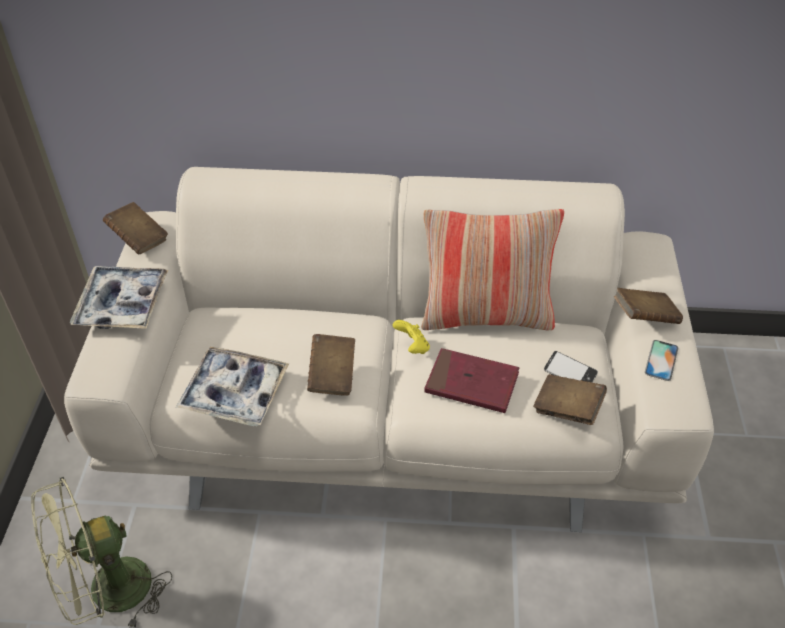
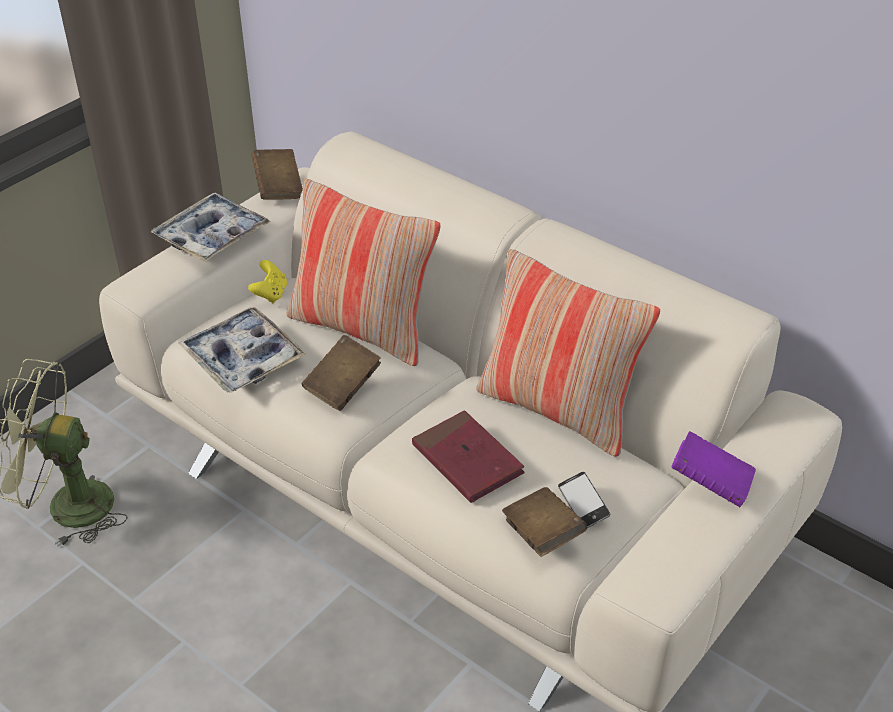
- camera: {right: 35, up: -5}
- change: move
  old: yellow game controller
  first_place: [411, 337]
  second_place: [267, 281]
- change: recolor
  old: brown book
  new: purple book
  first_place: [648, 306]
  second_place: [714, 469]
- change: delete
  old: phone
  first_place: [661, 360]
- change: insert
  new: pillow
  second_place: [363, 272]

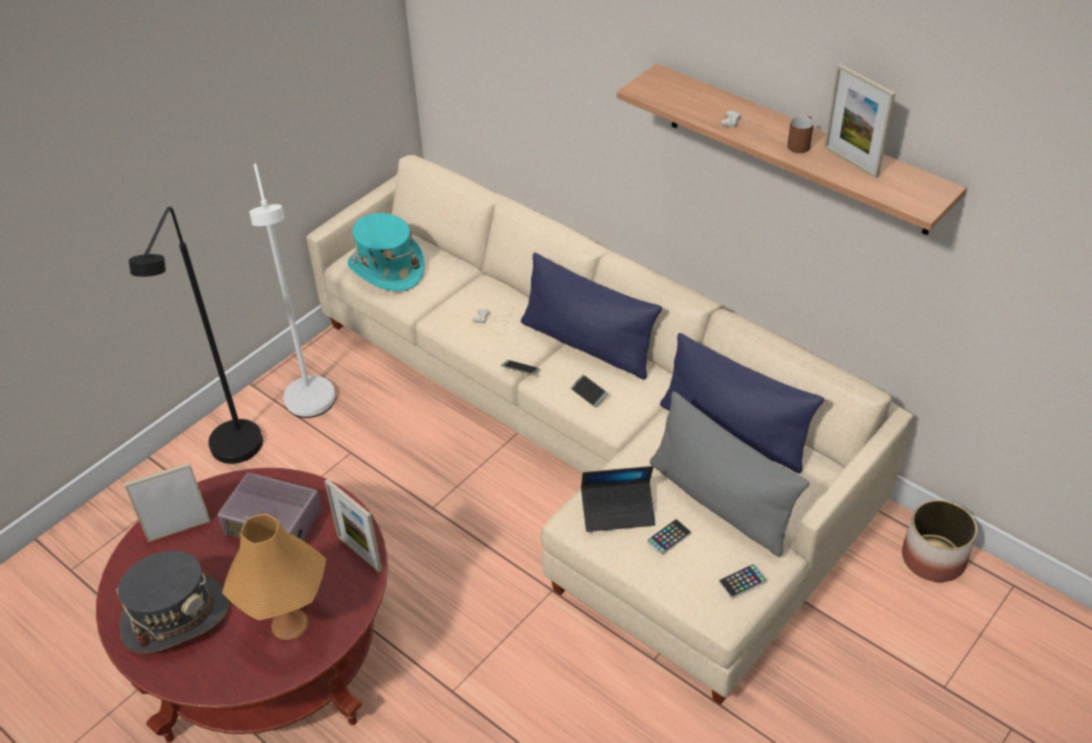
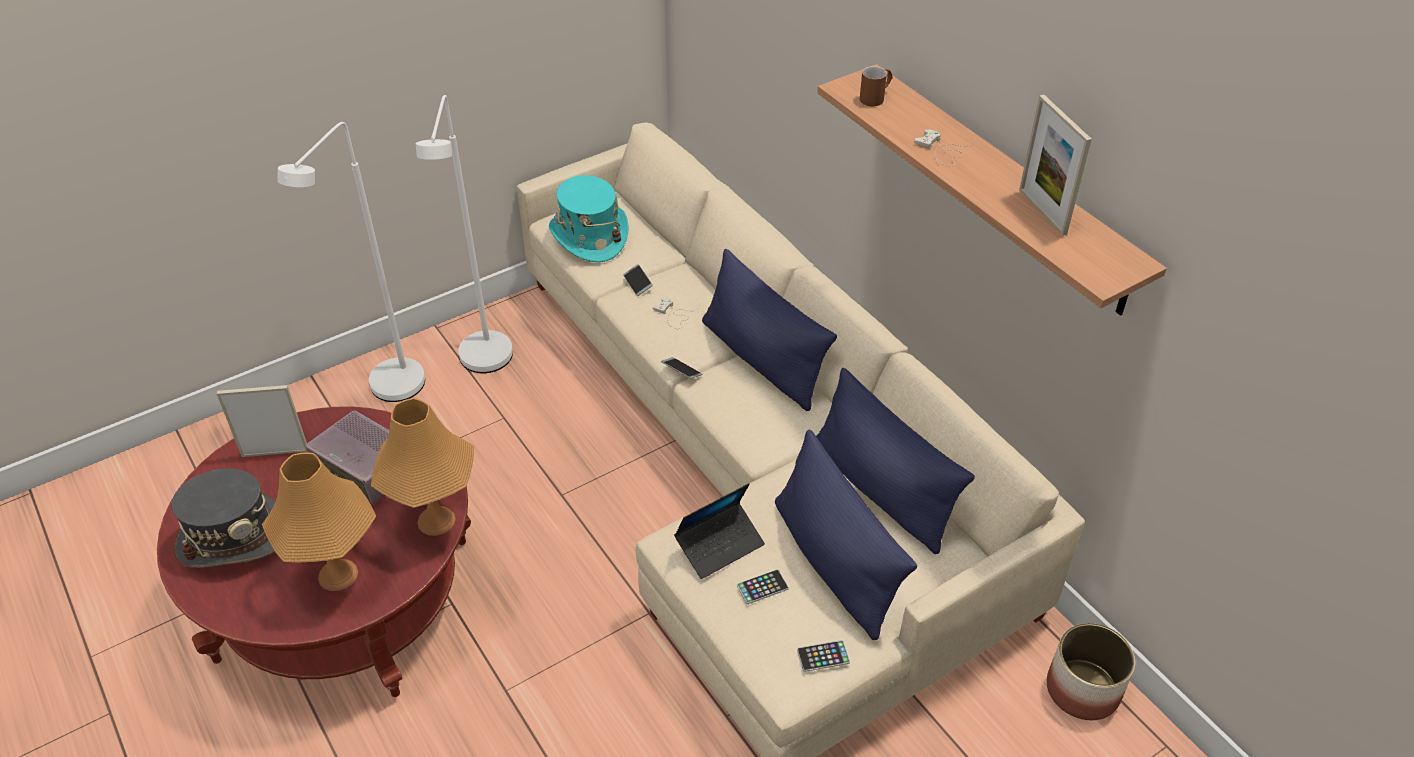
- camera: {right: 15, up: 0}
- change: recolor
  old: black floor lamp
  new: white floor lamp
  first_place: [196, 335]
  second_place: [351, 262]
- change: replace
  old: picture frame
  new: orange table lamp
  first_place: [353, 526]
  second_place: [422, 467]
- change: move
  old: phone
  first_place: [589, 390]
  second_place: [638, 280]
- change: rotate
  old: laptop
  first_place: [618, 499]
  second_place: [719, 531]
  degrees: -45
- change: recolor
  old: grey pillow
  new: blue pillow
  first_place: [730, 474]
  second_place: [846, 535]
- change: move
  old: brown mug
  first_place: [800, 134]
  second_place: [876, 86]

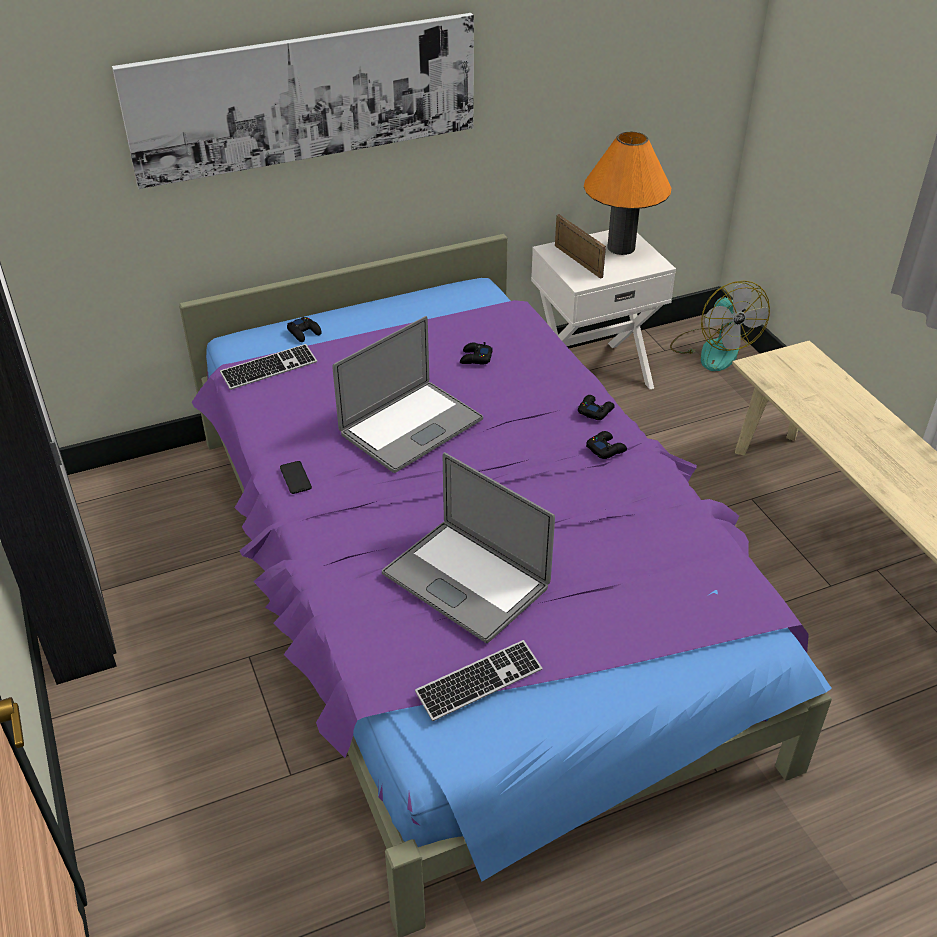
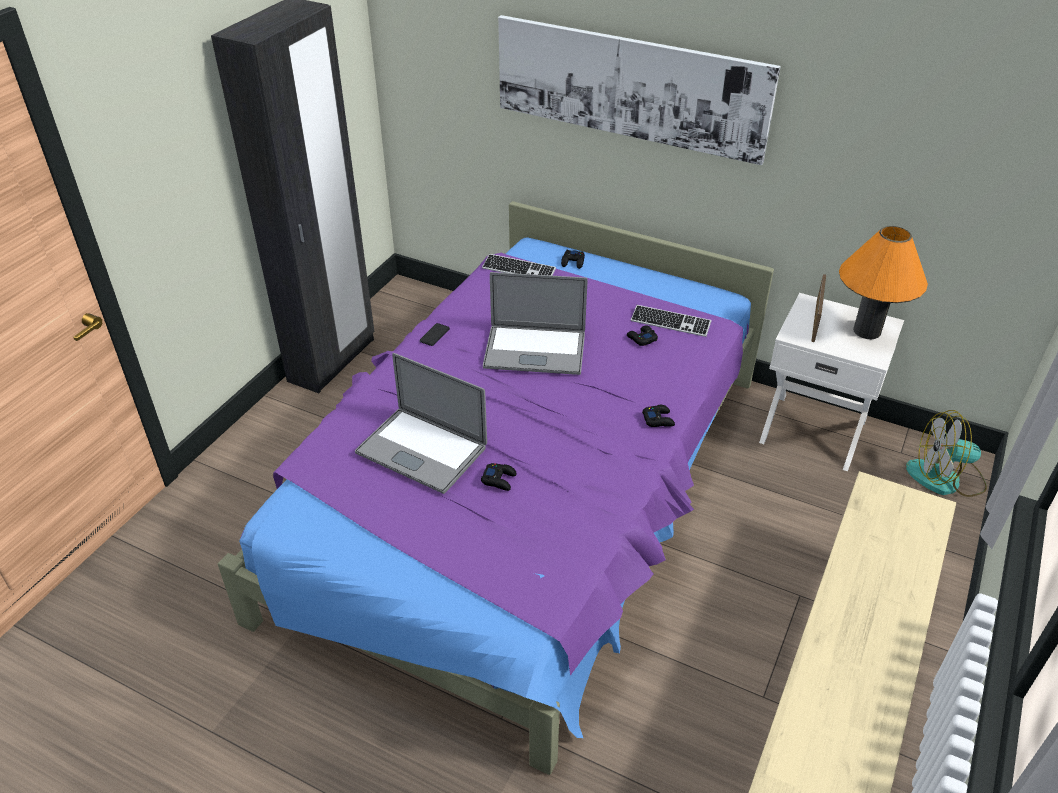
- camera: {right: 50, up: 0}
- change: rotate
  old: laptop
  first_place: [468, 547]
  second_place: [421, 423]
  degrees: -60
- change: move
  old: keyboard
  first_place: [478, 680]
  second_place: [671, 321]
- change: move
  old: black game controller
  first_place: [606, 445]
  second_place: [499, 477]
- change: rotate
  old: fan
  first_place: [720, 326]
  second_place: [946, 453]
  degrees: 60

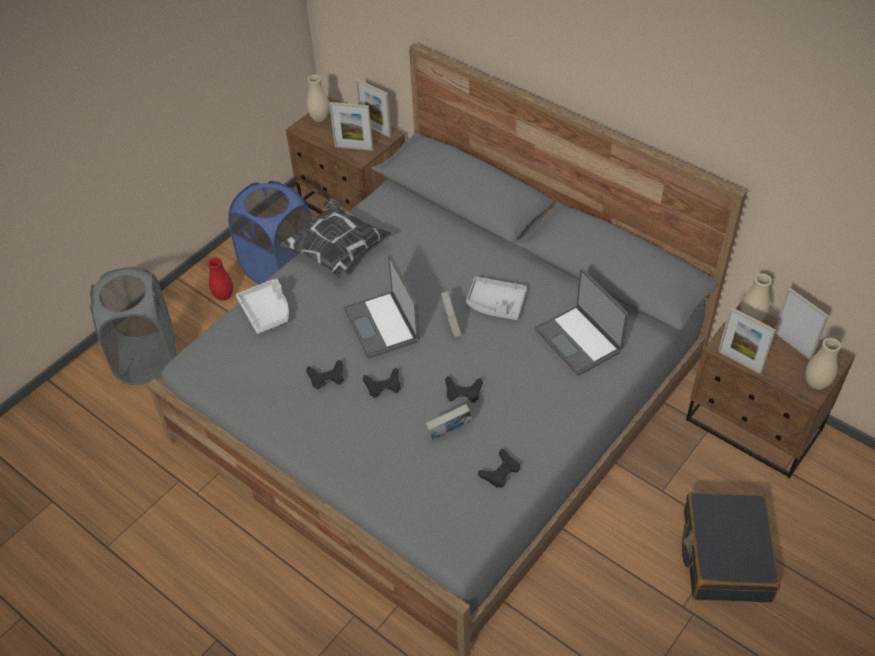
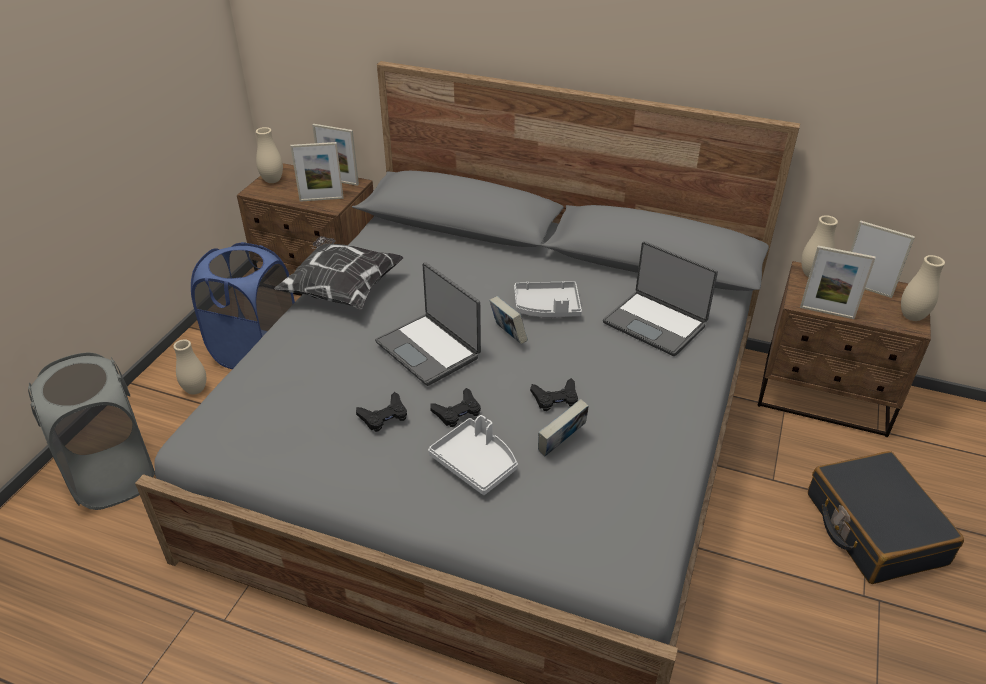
- camera: {right: -20, up: -10}
- change: recolor
  old: red vase
  new: beige vase
  first_place: [220, 279]
  second_place: [189, 366]
- change: move
  old: white tray
  first_place: [262, 306]
  second_place: [473, 455]
- change: delete
  old: black game controller
  first_place: [499, 468]

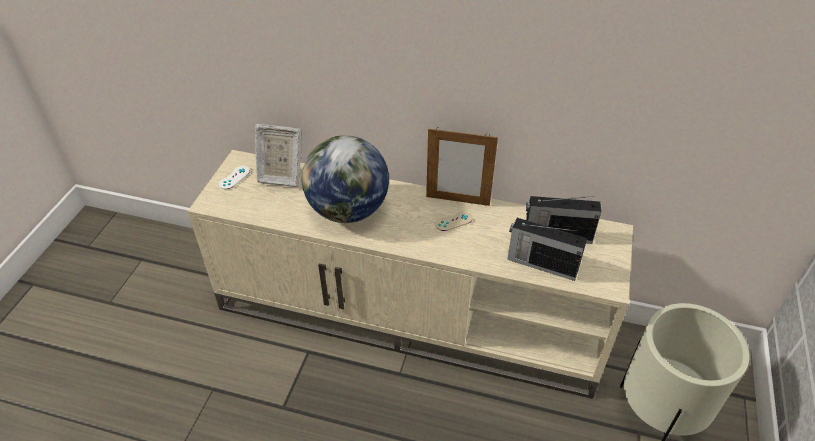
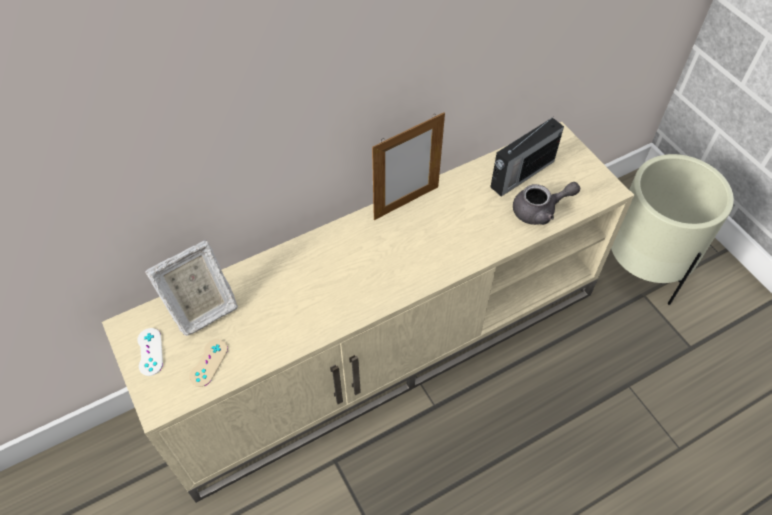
- camera: {right: -45, up: 10}
- change: delete
  old: globe
  first_place: [345, 179]
- change: move
  old: beige game controller
  first_place: [454, 221]
  second_place: [208, 363]
- change: replace
  old: radio
  new: grey teapot
  first_place: [547, 249]
  second_place: [546, 203]

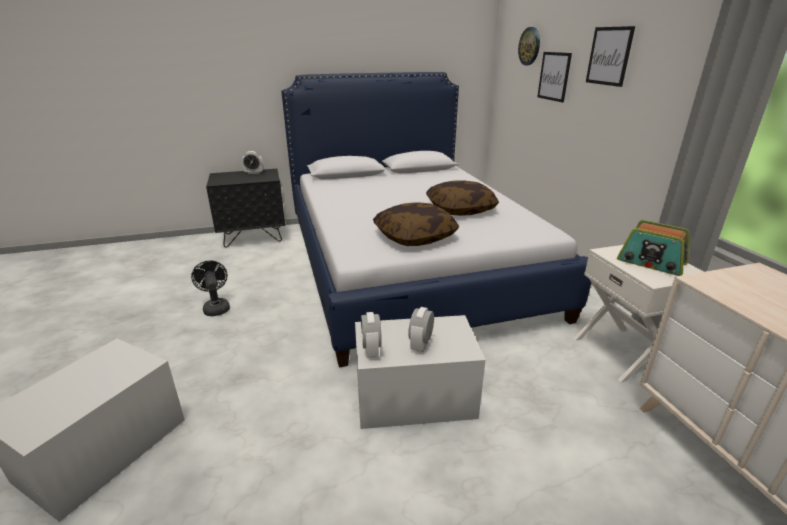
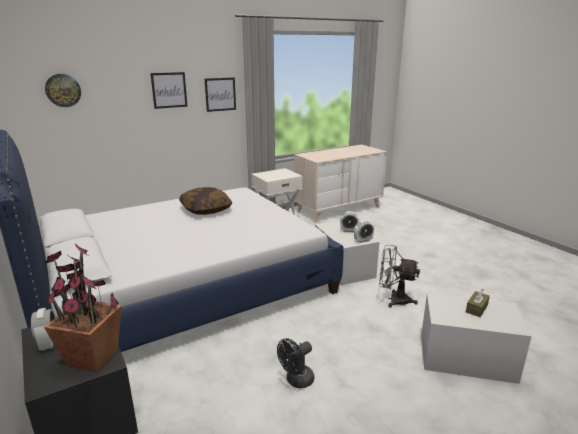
- camera: {right: -105, up: -5}
- change: delete
  old: pillow
  first_place: [416, 224]
- change: move
  old: picture
  first_place: [554, 77]
  second_place: [220, 95]
- change: delete
  old: radio
  first_place: [653, 248]
- change: insert
  new: potted plant
  second_place: [83, 307]
- change: insert
  new: grey fan
  second_place: [399, 276]
- change: insert
  new: brown tissue box
  second_place: [478, 303]

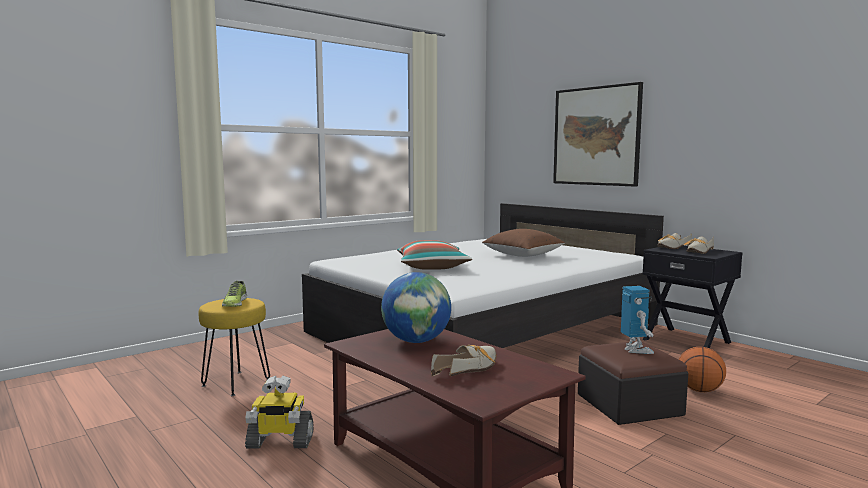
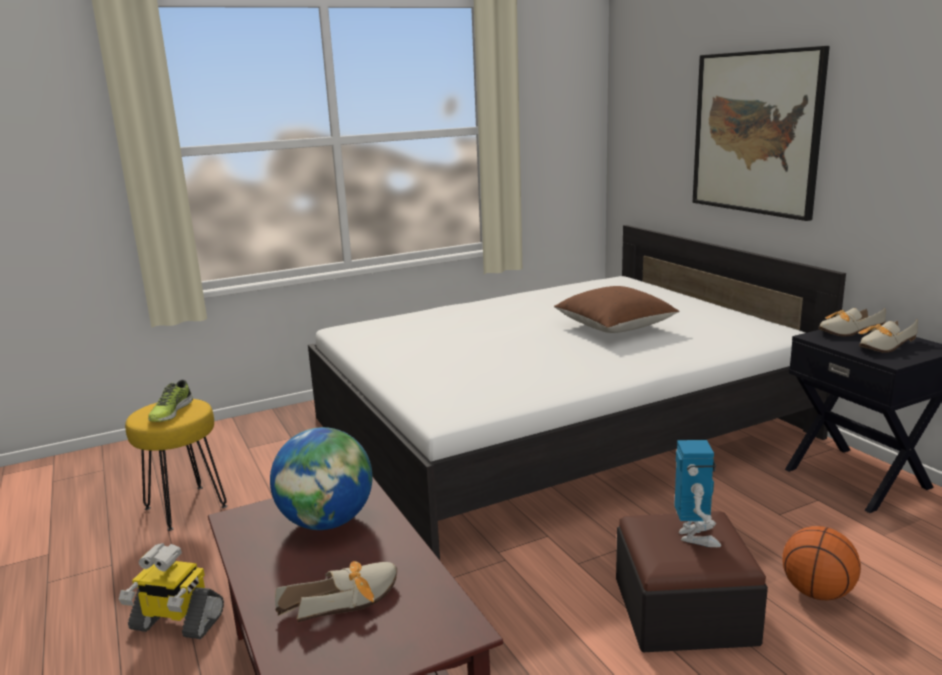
- camera: {right: 15, up: 10}
- change: delete
  old: pillow
  first_place: [434, 255]

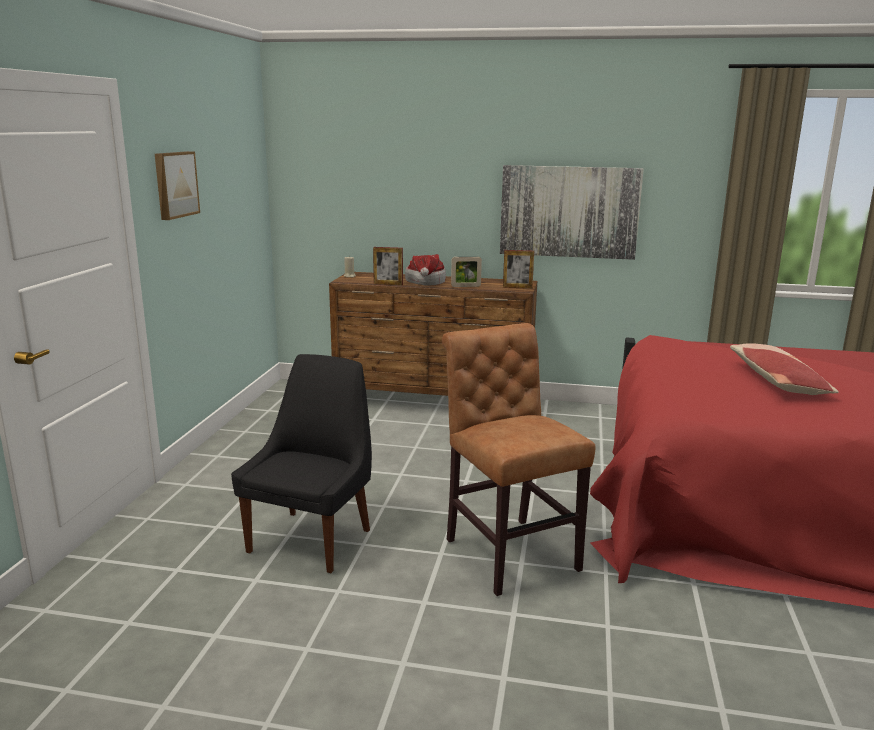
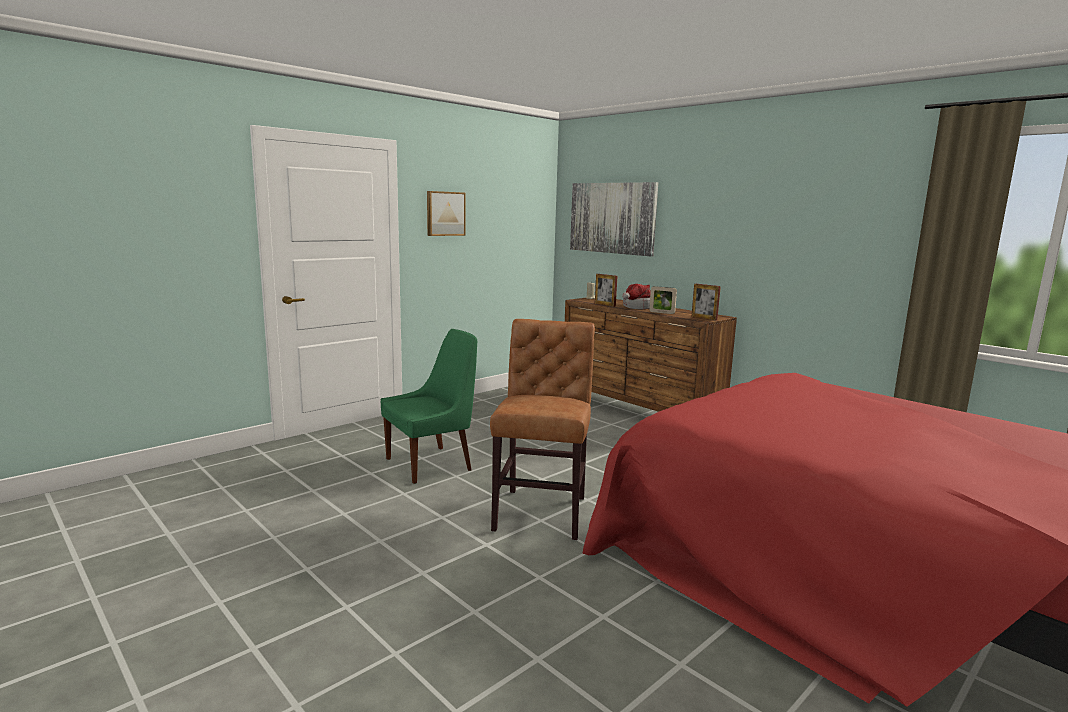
- camera: {right: 35, up: -5}
- change: recolor
  old: black chair
  new: green chair
  first_place: [301, 463]
  second_place: [429, 406]
- change: move
  old: picture
  first_place: [572, 212]
  second_place: [614, 219]
- change: delete
  old: pillow
  first_place: [784, 369]

